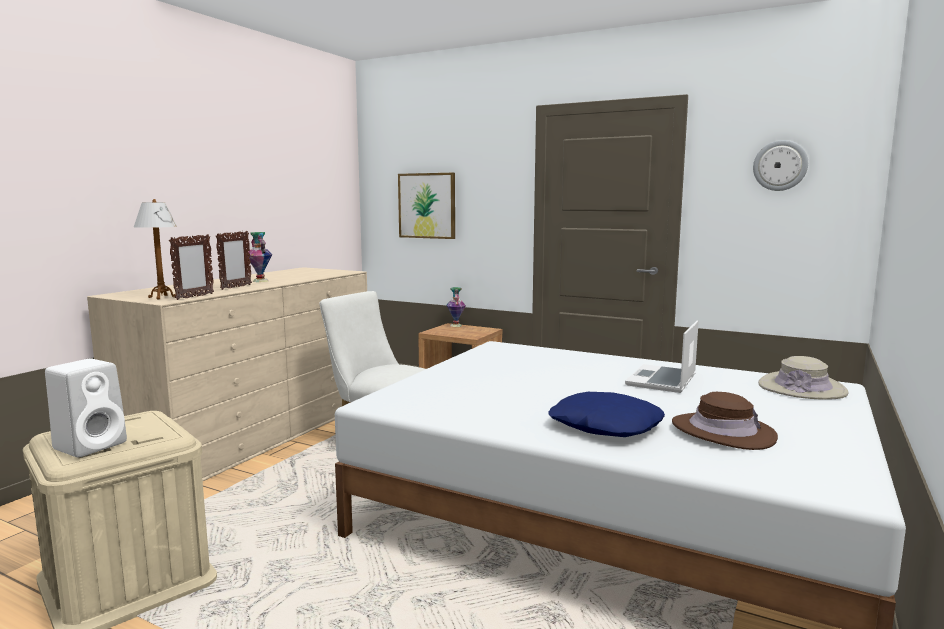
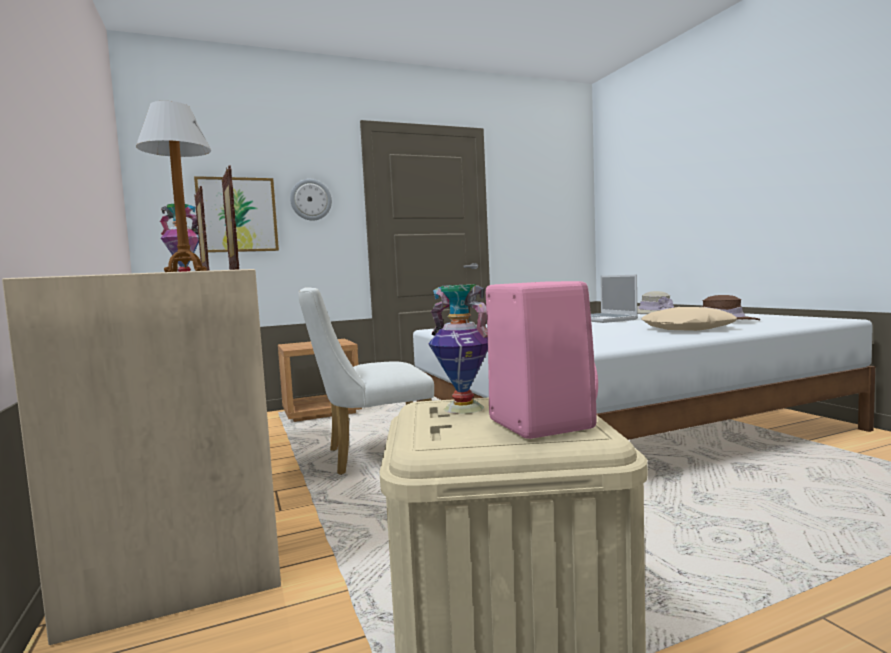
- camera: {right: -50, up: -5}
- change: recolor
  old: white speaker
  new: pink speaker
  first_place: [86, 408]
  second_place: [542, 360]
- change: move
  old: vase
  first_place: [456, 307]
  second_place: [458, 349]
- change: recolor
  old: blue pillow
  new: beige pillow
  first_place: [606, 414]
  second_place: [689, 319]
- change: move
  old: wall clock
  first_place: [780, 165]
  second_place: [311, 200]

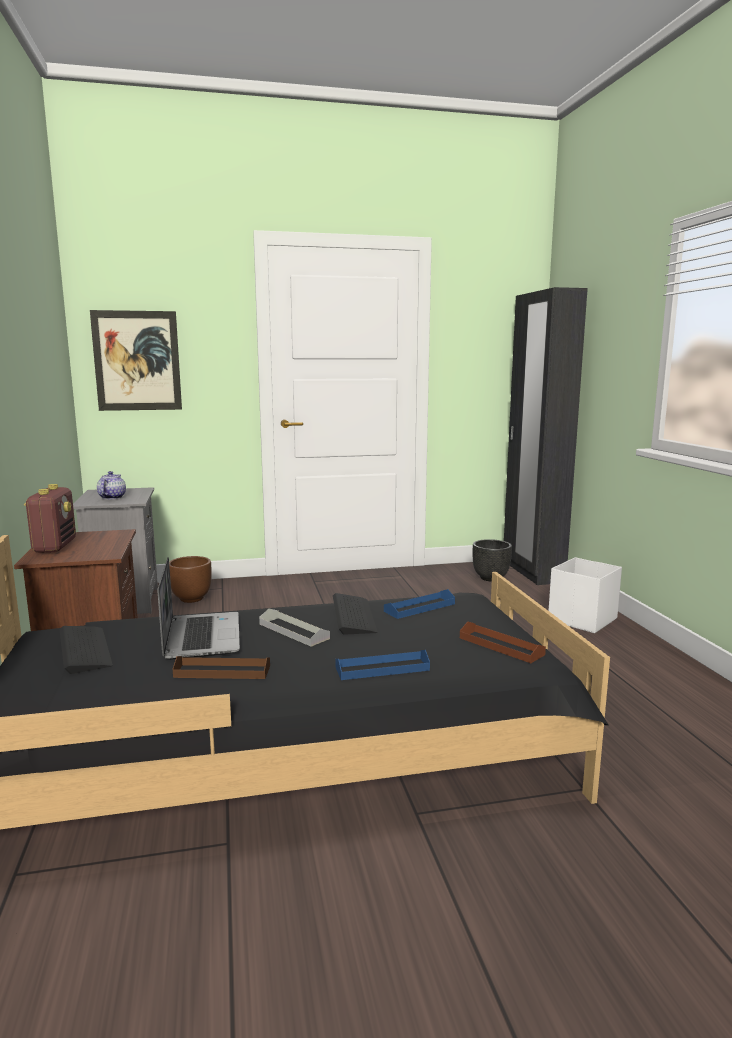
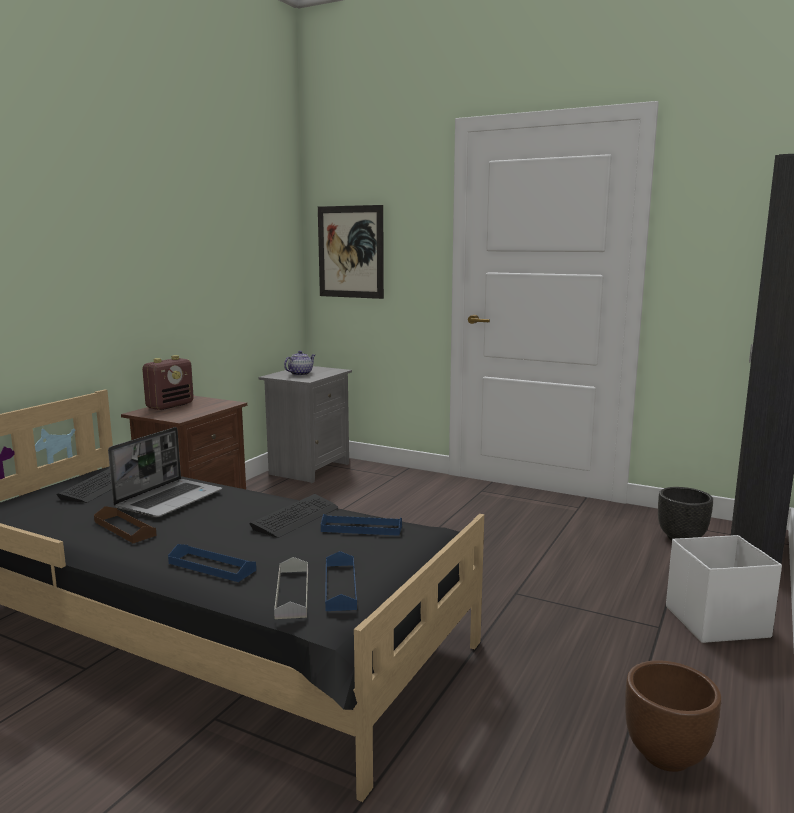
- camera: {right: 40, up: 0}
- change: move
  old: brown planter
  first_place: [190, 579]
  second_place: [673, 716]
- change: move
  old: grey tray
  first_place: [294, 627]
  second_place: [291, 588]
- change: recolor
  old: brown tray
  new: blue tray
  first_place: [503, 642]
  second_place: [341, 581]

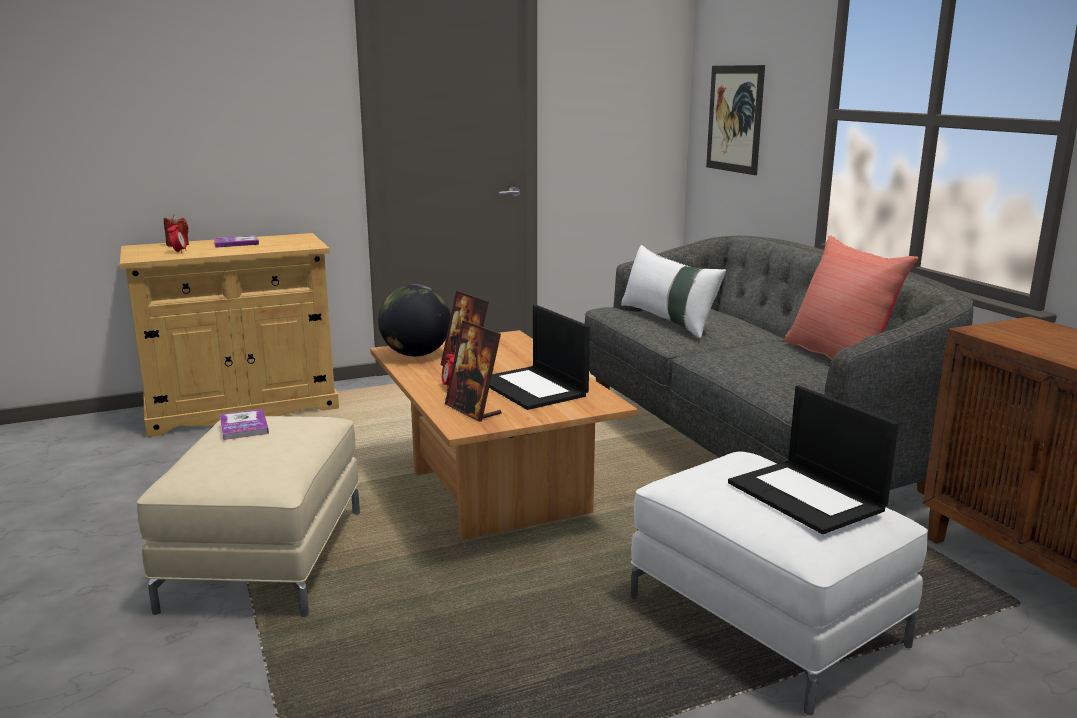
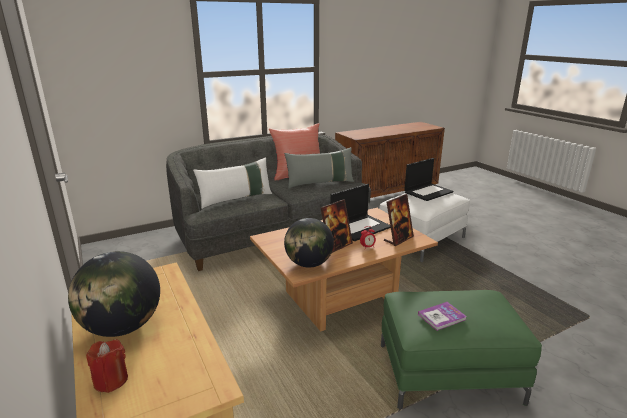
- camera: {right: -95, up: 5}
- change: recolor
  old: beige ottoman
  new: green ottoman
  first_place: [248, 516]
  second_place: [461, 350]
- change: delete
  old: alarm clock
  first_place: [177, 236]
- change: replace
  old: book
  new: globe
  first_place: [236, 242]
  second_place: [114, 294]
- change: delete
  old: picture
  first_place: [735, 120]
- change: insert
  new: grey pillow
  second_place: [319, 167]

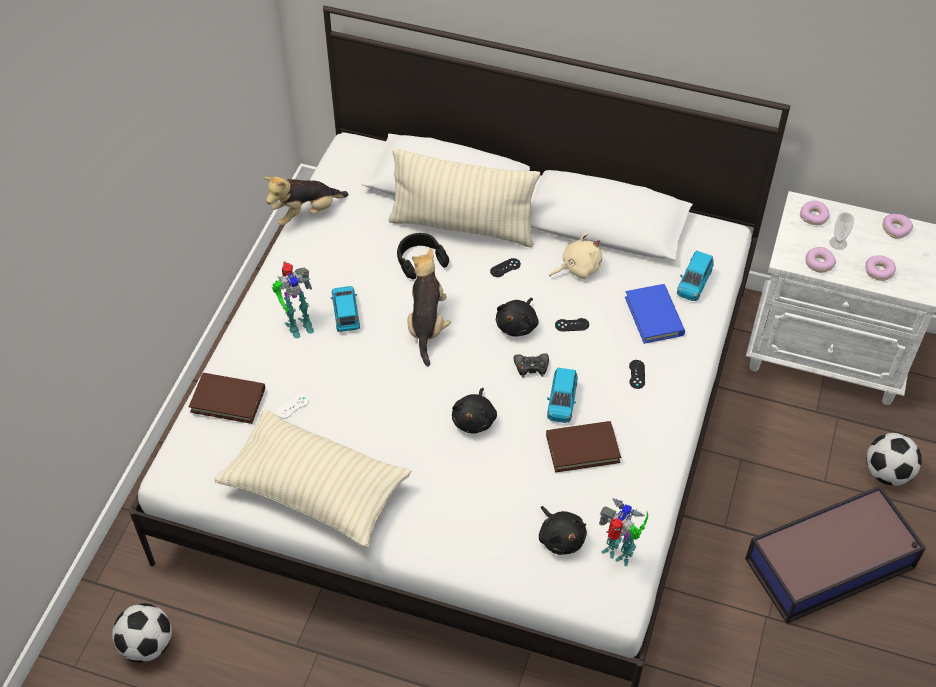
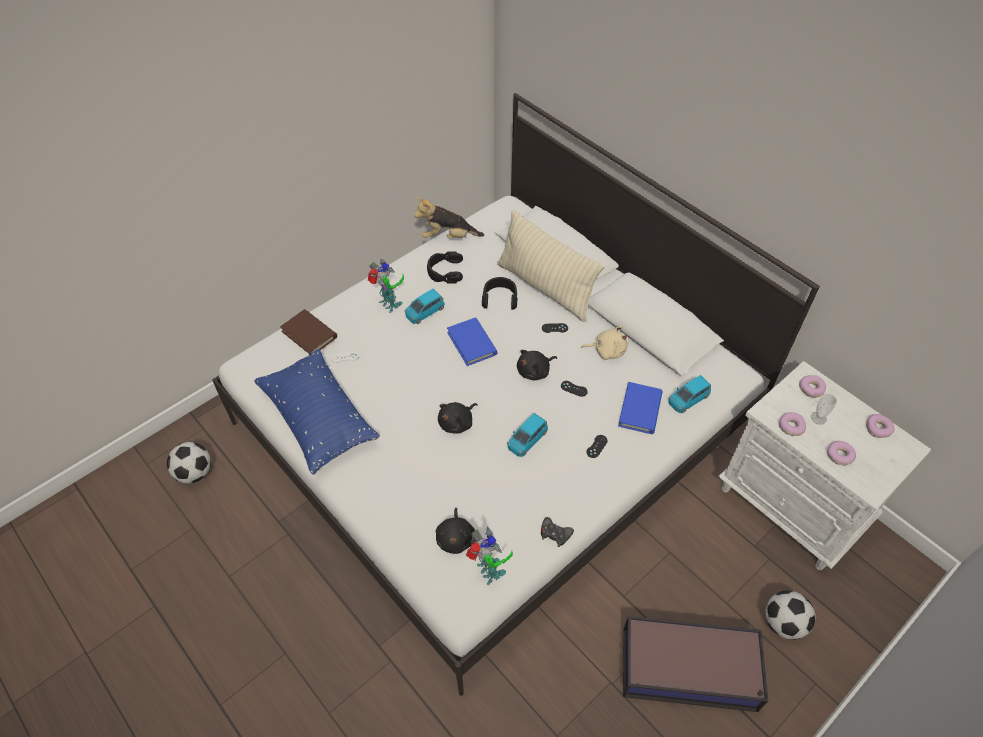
- camera: {right: 30, up: 0}
- change: recolor
  old: beige pillow
  new: blue pillow
  first_place: [312, 478]
  second_place: [317, 412]
- change: rotate
  old: toy robot
  first_place: [293, 299]
  second_place: [386, 286]
  degrees: -135
- change: rotate
  old: blue toy car
  first_place: [345, 309]
  second_place: [424, 306]
  degrees: -150
- change: replace
  old: plush toy
  new: blue book
  first_place: [429, 307]
  second_place: [472, 341]
- change: move
  old: black game controller
  first_place: [531, 365]
  second_place: [557, 532]
- change: delete
  old: brown book
  first_place: [583, 446]
- change: insert
  new: black headphones
  second_place: [445, 267]

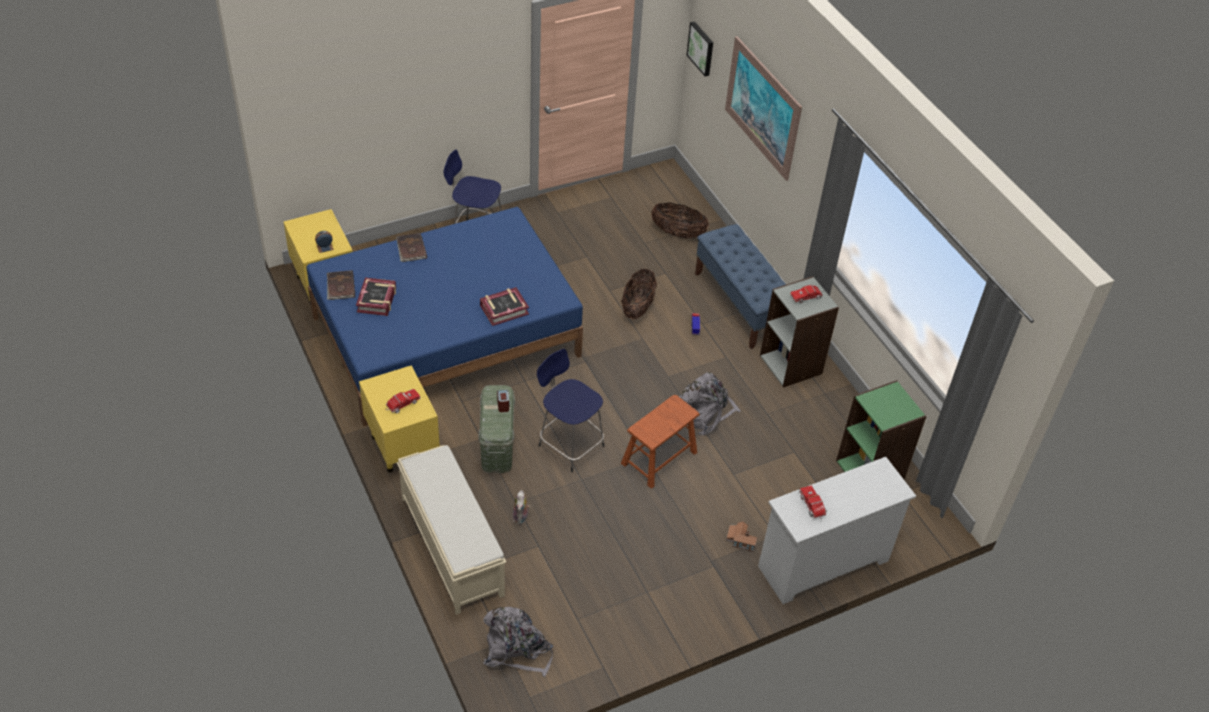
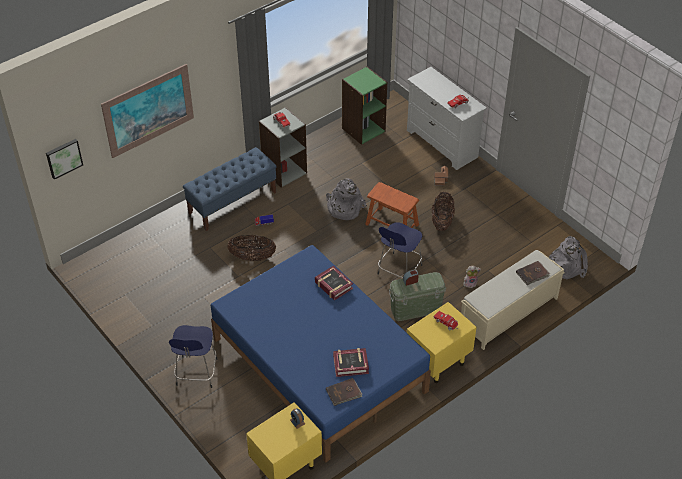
- camera: {right: -100, up: 0}
- change: move
  old: brown book
  first_place: [411, 247]
  second_place: [533, 273]
- change: move
  old: basket
  first_place: [680, 220]
  second_place: [443, 211]

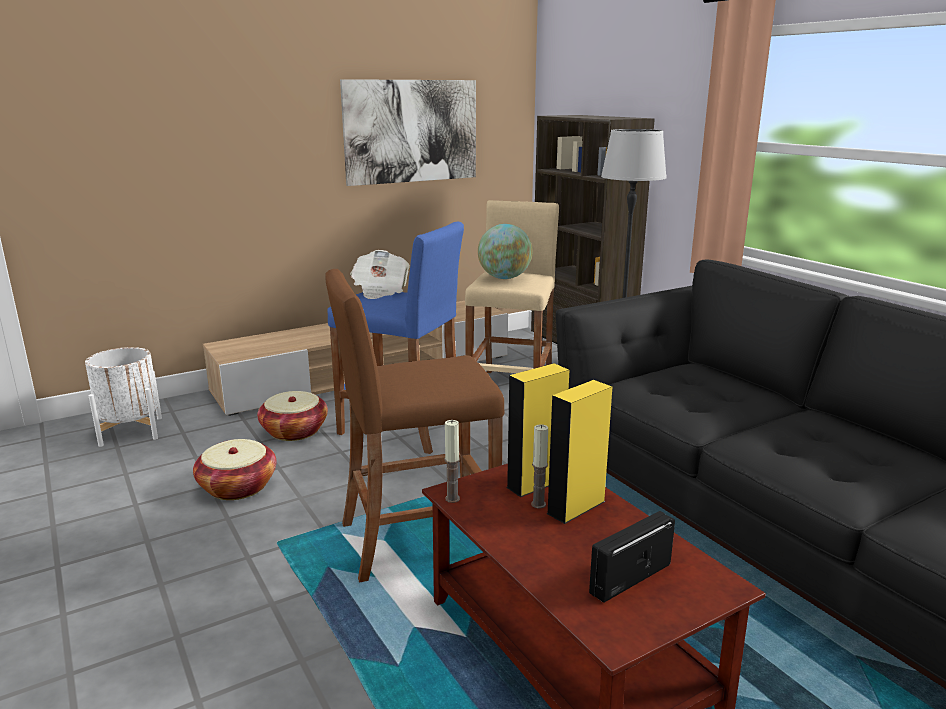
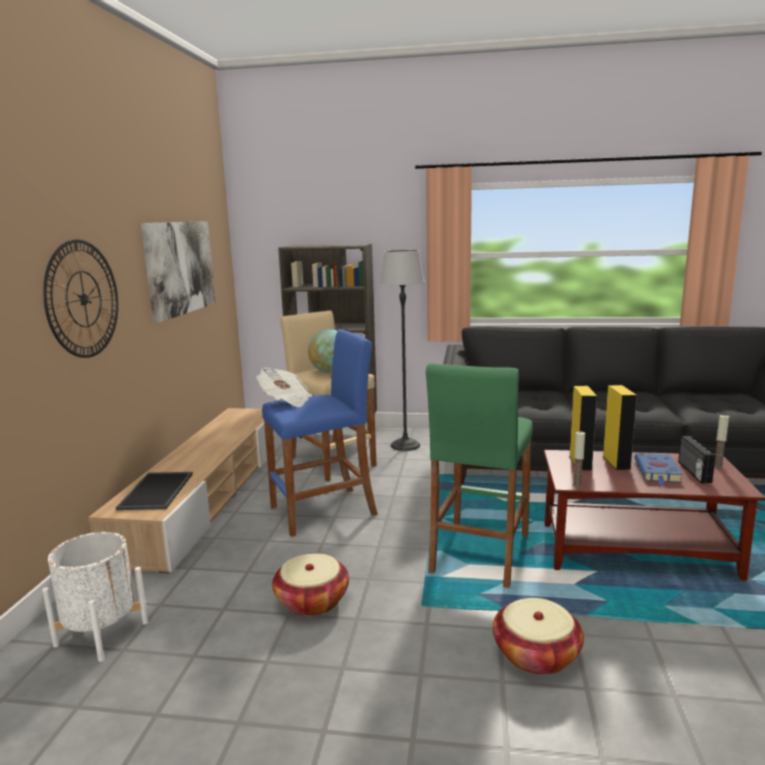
- camera: {right: -50, up: -5}
- change: move
  old: basket
  first_place: [292, 416]
  second_place: [538, 636]
- change: recolor
  old: brown stool
  new: green stool
  first_place: [415, 426]
  second_place: [479, 475]
- change: move
  old: candle
  first_place: [539, 466]
  second_place: [721, 441]
- change: insert
  new: wall clock
  second_place: [80, 298]
- change: insert
  new: tray
  second_place: [154, 491]
- change: insert
  new: blue book
  second_place: [658, 470]

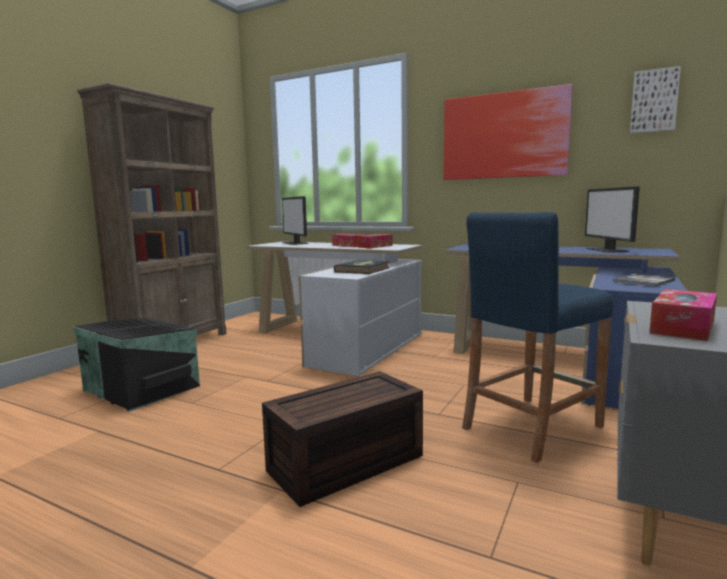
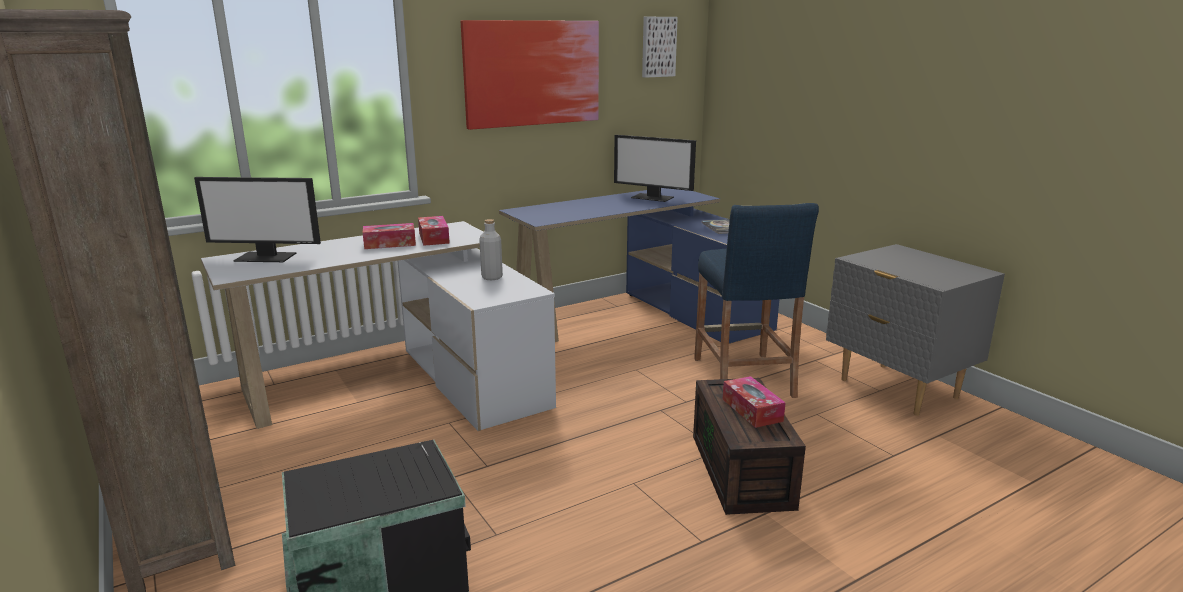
- camera: {right: -60, up: 10}
- change: replace
  old: book
  new: grey bottle
  first_place: [362, 267]
  second_place: [491, 249]
- change: move
  old: tissue box
  first_place: [683, 315]
  second_place: [754, 402]

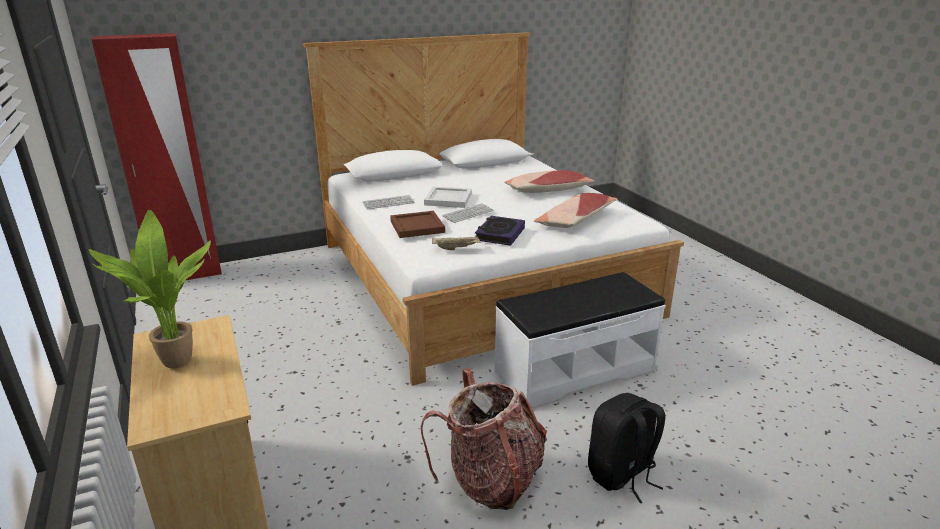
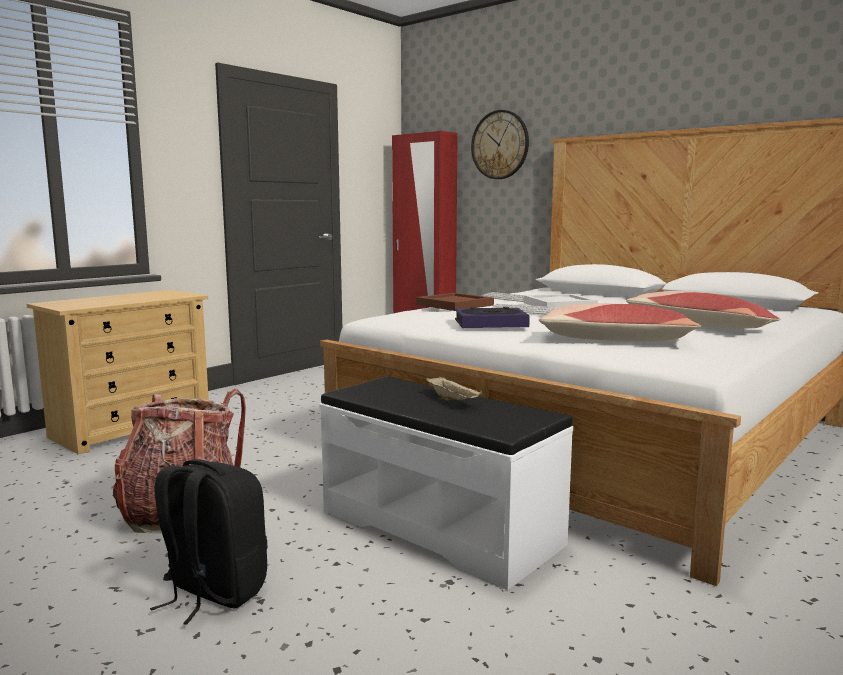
- camera: {right: 65, up: -15}
- change: delete
  old: potted plant
  first_place: [150, 289]
- change: move
  old: beige tray
  first_place: [456, 242]
  second_place: [454, 388]
- change: insert
  new: wall clock
  second_place: [500, 144]

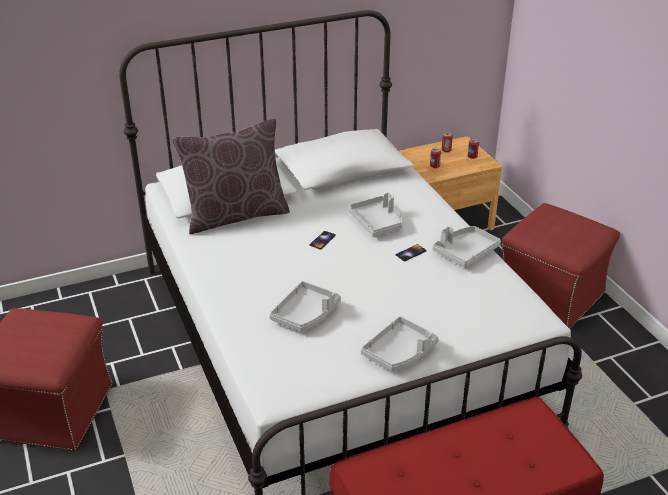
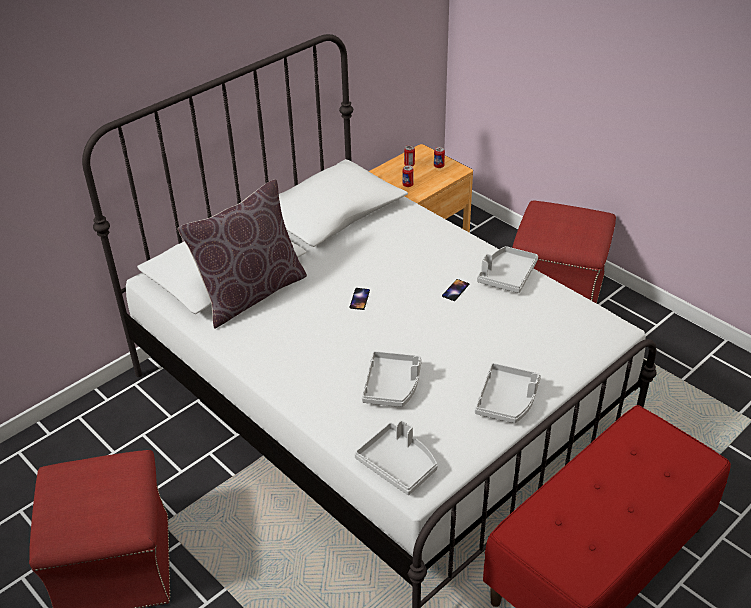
- camera: {right: -20, up: 5}
- change: move
  old: grey tray
  first_place: [375, 214]
  second_place: [396, 457]

